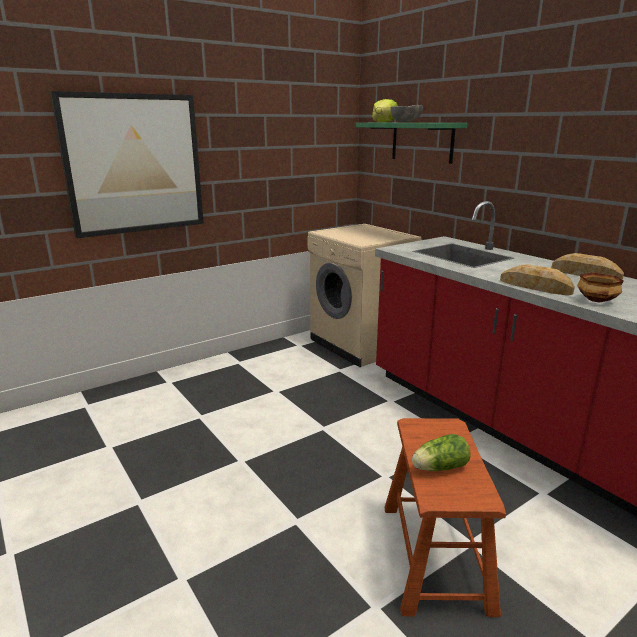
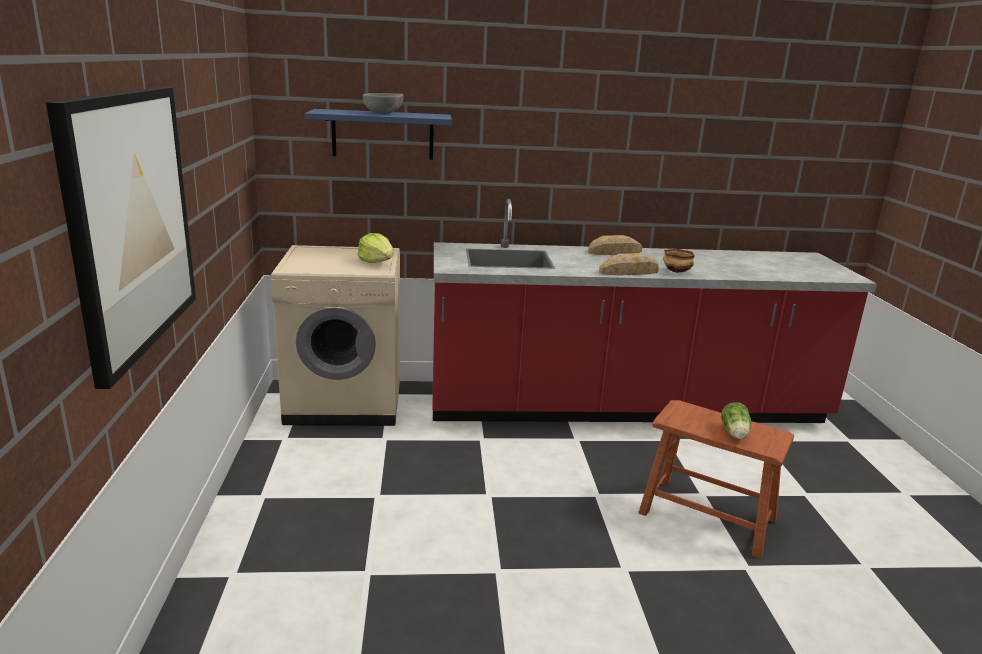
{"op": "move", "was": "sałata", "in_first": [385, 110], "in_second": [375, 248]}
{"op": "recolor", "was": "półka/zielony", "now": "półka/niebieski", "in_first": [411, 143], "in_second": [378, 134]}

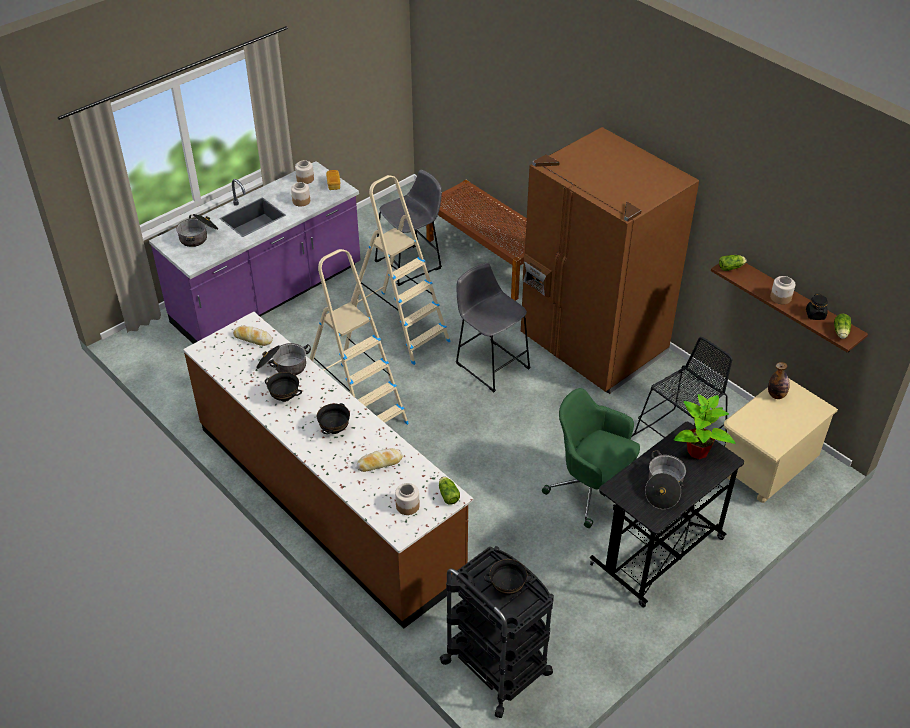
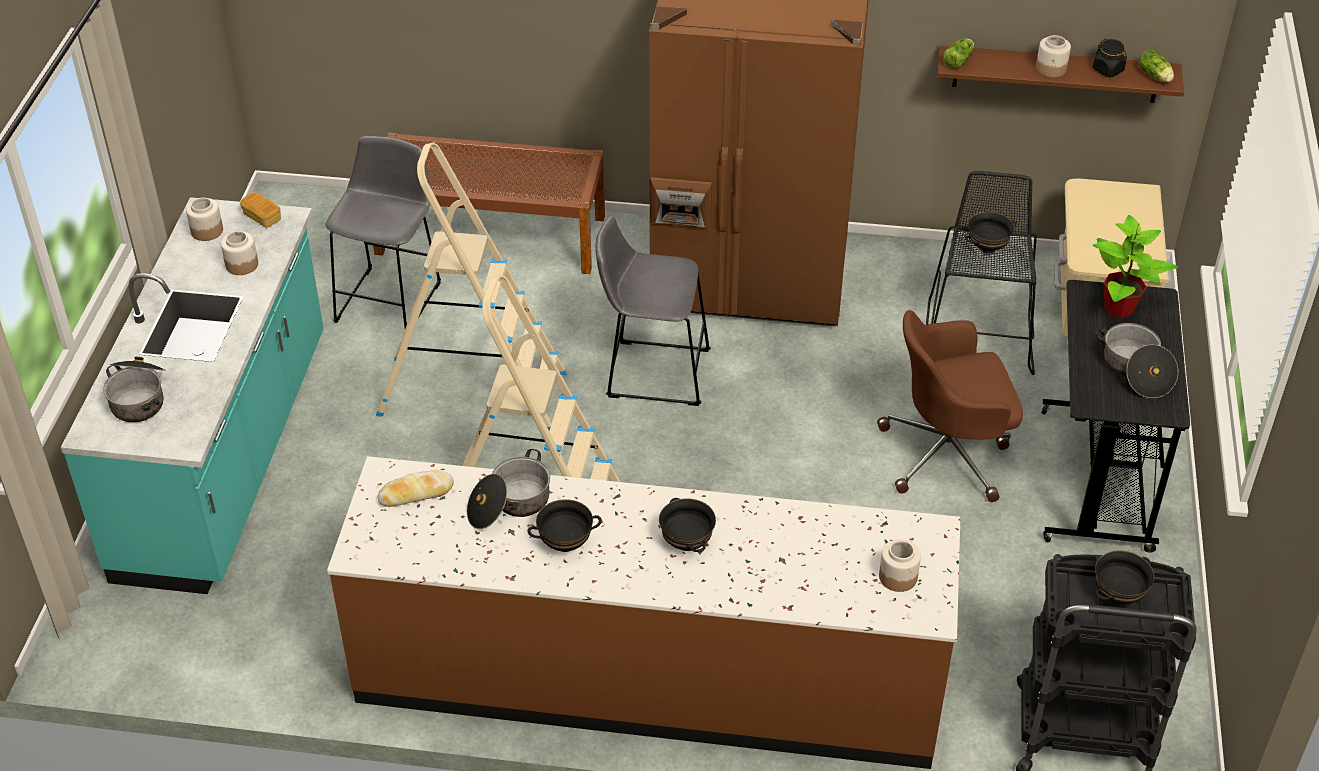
{"op": "delete", "was": "chleb", "in_first": [379, 460]}
{"op": "delete", "was": "sałata", "in_first": [449, 491]}
{"op": "delete", "was": "butelka", "in_first": [779, 380]}
{"op": "insert", "now": "miska/czarny", "in_second": [990, 232]}
{"op": "recolor", "was": "zabudowa kuchenna/fioletowy", "now": "zabudowa kuchenna/turkusowy", "in_first": [255, 252], "in_second": [192, 395]}
{"op": "recolor", "was": "krzesło biurowe/zielony", "now": "krzesło biurowe/brązowy", "in_first": [591, 458], "in_second": [950, 406]}

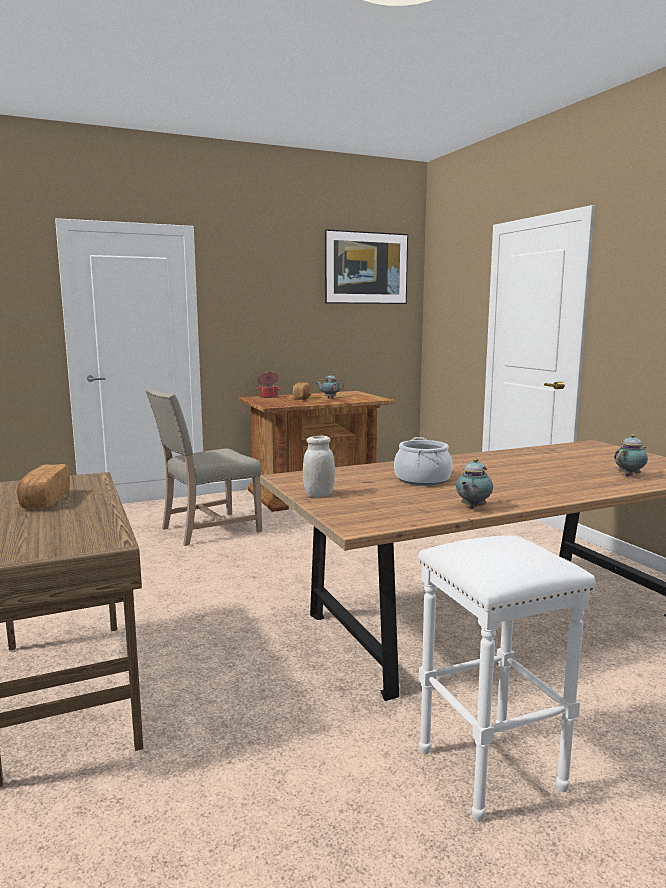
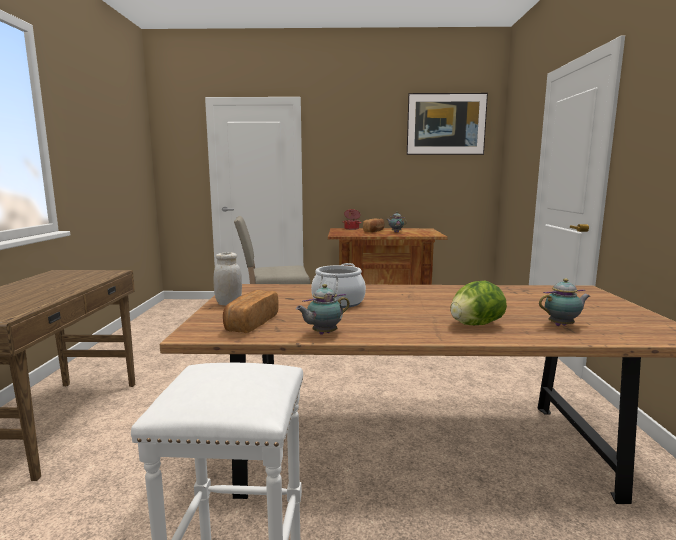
{"op": "insert", "now": "sałata", "in_second": [478, 303]}
{"op": "move", "was": "chleb", "in_first": [43, 486], "in_second": [251, 311]}

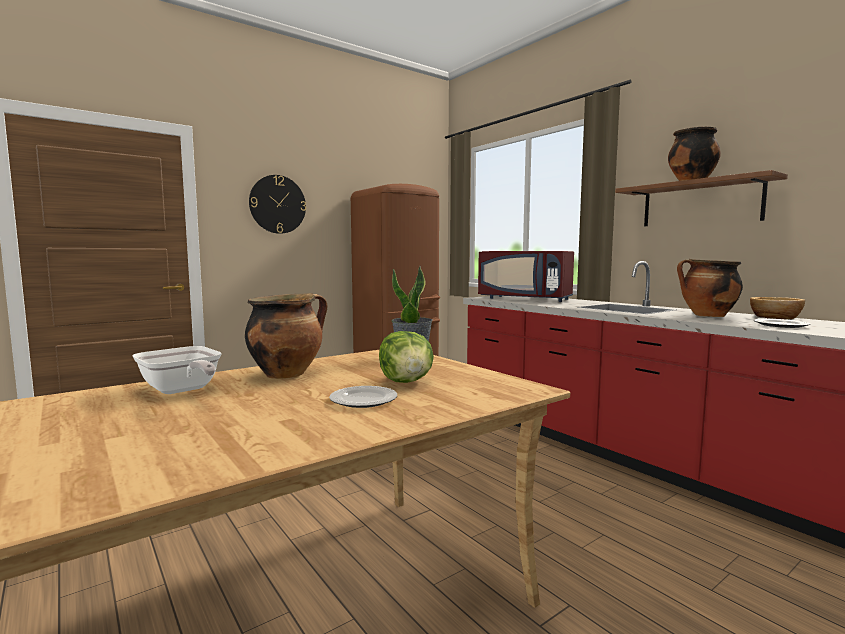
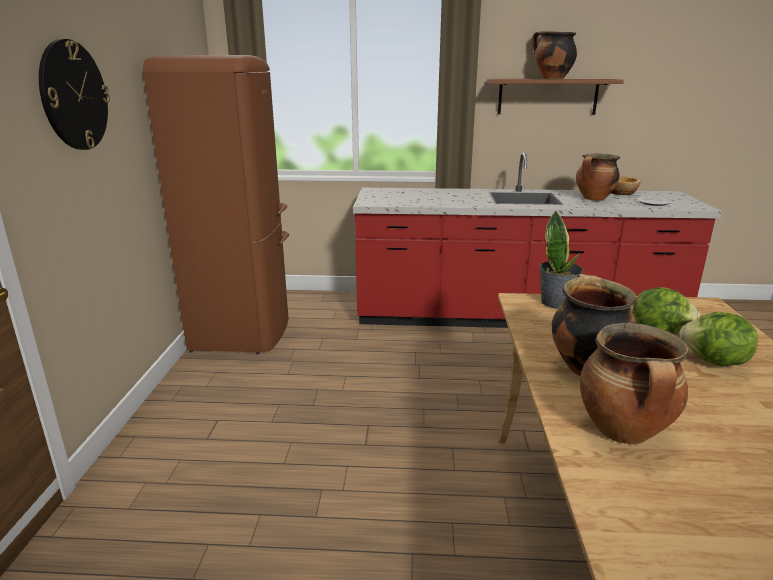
{"op": "delete", "was": "mikrofalówka/czerwony", "in_first": [526, 276]}
{"op": "replace", "was": "patelnia", "now": "garnek", "in_first": [177, 370], "in_second": [634, 383]}
{"op": "replace", "was": "talerz", "now": "sałata", "in_first": [363, 397], "in_second": [719, 339]}

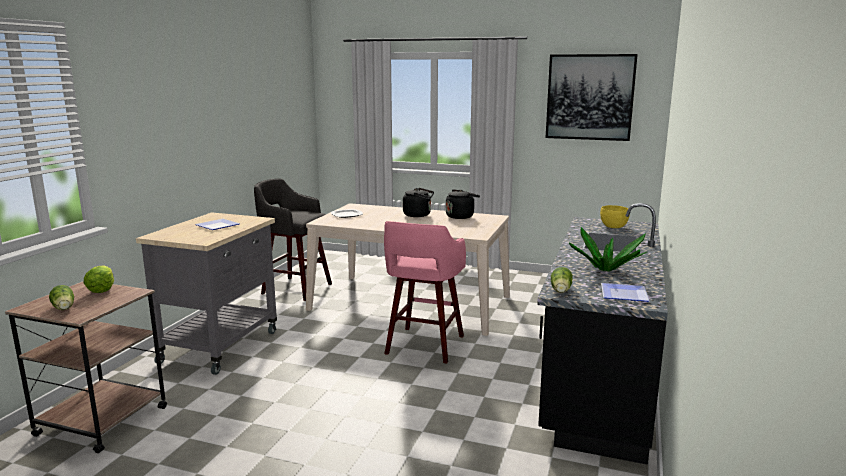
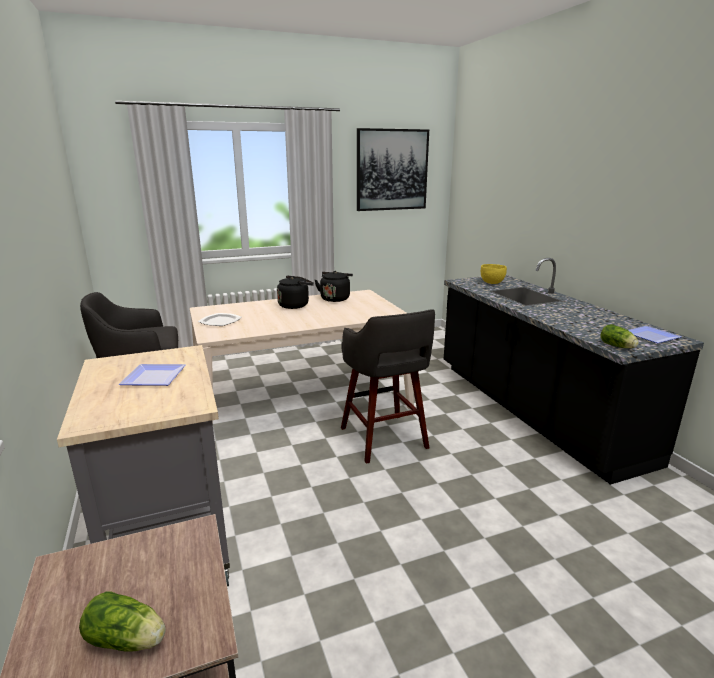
{"op": "delete", "was": "sałata", "in_first": [99, 279]}
{"op": "delete", "was": "roślina doniczkowa", "in_first": [608, 249]}
{"op": "recolor", "was": "stołek/różowy", "now": "stołek/szary", "in_first": [425, 292], "in_second": [388, 386]}

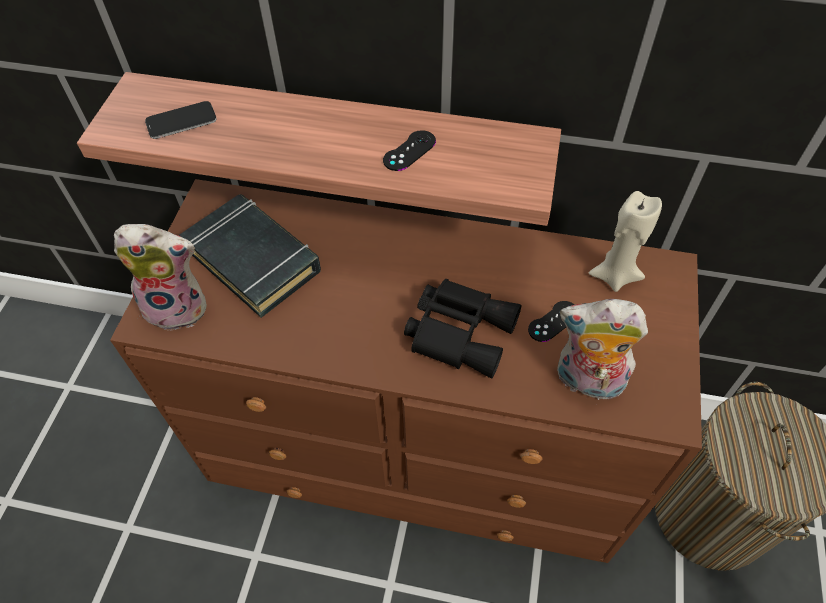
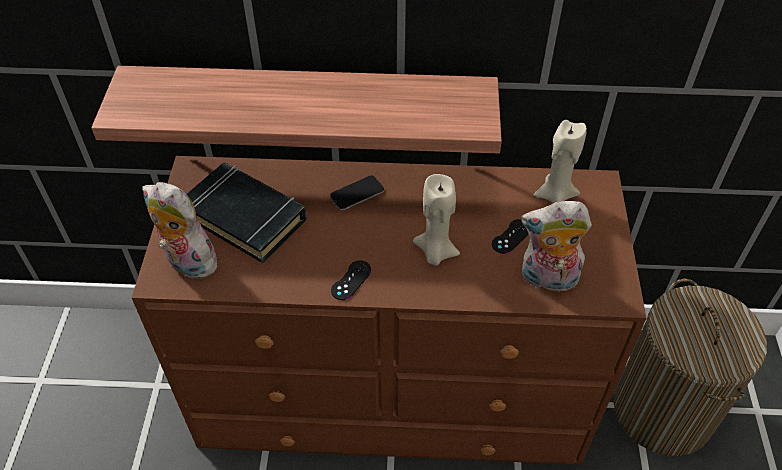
{"op": "move", "was": "telefon", "in_first": [181, 120], "in_second": [357, 192]}
{"op": "move", "was": "pad do gier/czarny", "in_first": [409, 150], "in_second": [351, 280]}
{"op": "replace", "was": "lornetka/czarny", "now": "świeca/beżowy", "in_first": [463, 328], "in_second": [436, 220]}
{"op": "rotate", "was": "pluszak", "in_first": [160, 277], "in_second": [183, 230], "clockwise": -135}

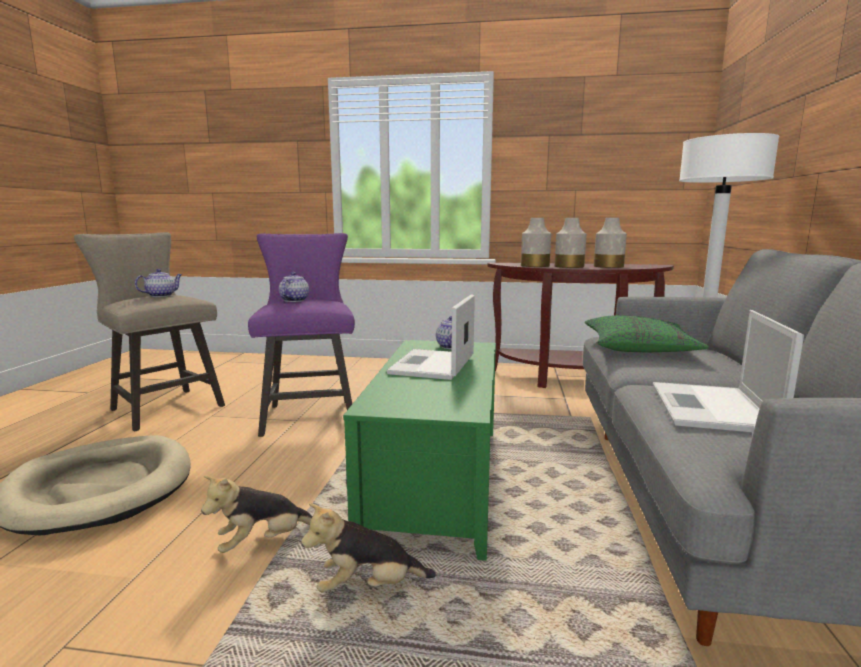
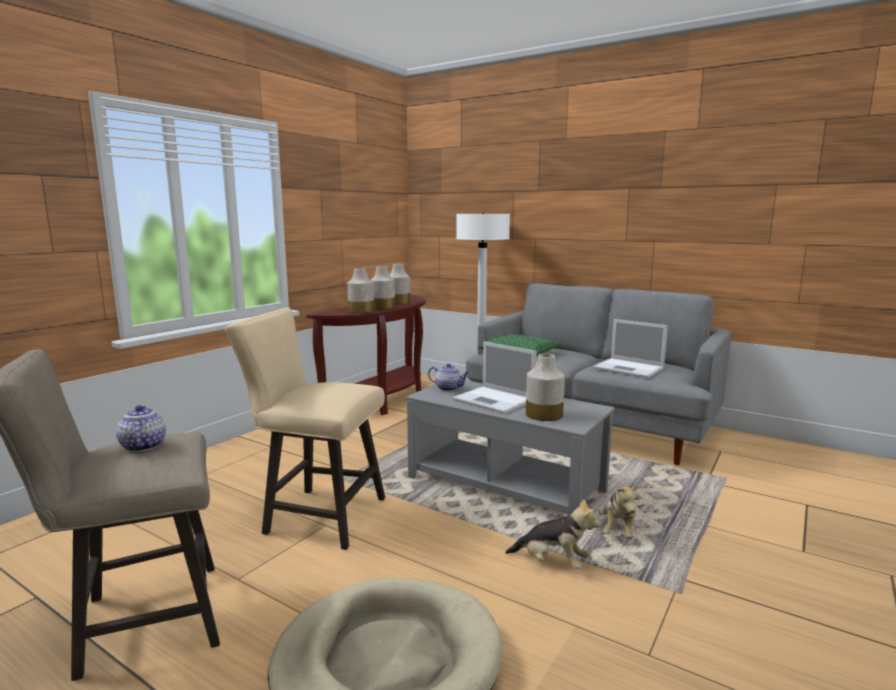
{"op": "delete", "was": "imbryk", "in_first": [294, 287]}
{"op": "insert", "now": "wazon/beżowy", "in_second": [545, 387]}
{"op": "recolor", "was": "stołek/fioletowy", "now": "stołek/beżowy", "in_first": [301, 335], "in_second": [305, 429]}
{"op": "recolor", "was": "ława/zielony", "now": "ława/szary", "in_first": [419, 450], "in_second": [510, 448]}
{"op": "rotate", "was": "pluszak", "in_first": [257, 514], "in_second": [553, 533], "clockwise": -60}

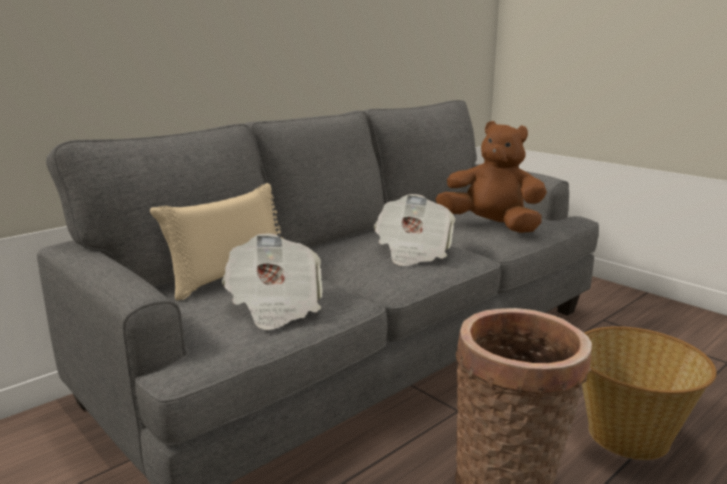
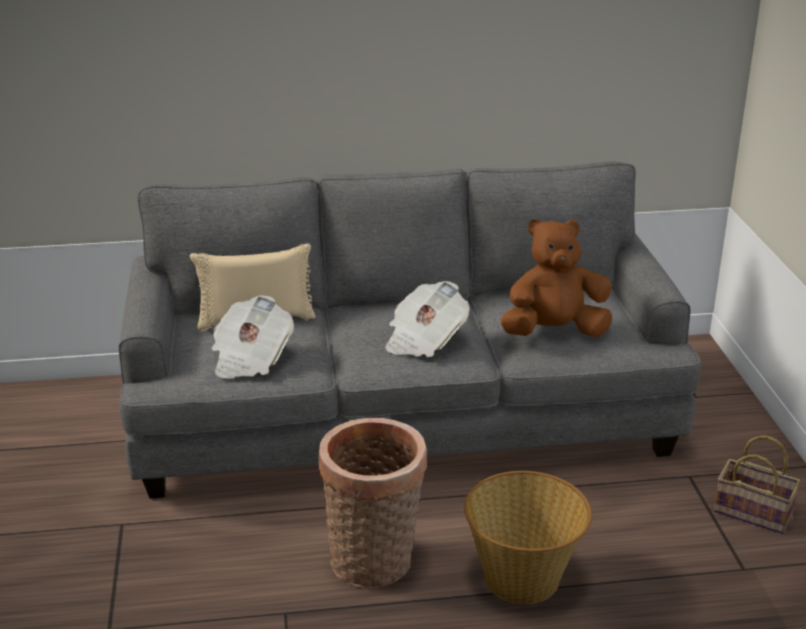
{"op": "insert", "now": "koszyk", "in_second": [757, 484]}
{"op": "rotate", "was": "pluszak/brązowy", "in_first": [491, 177], "in_second": [556, 277], "clockwise": -75}

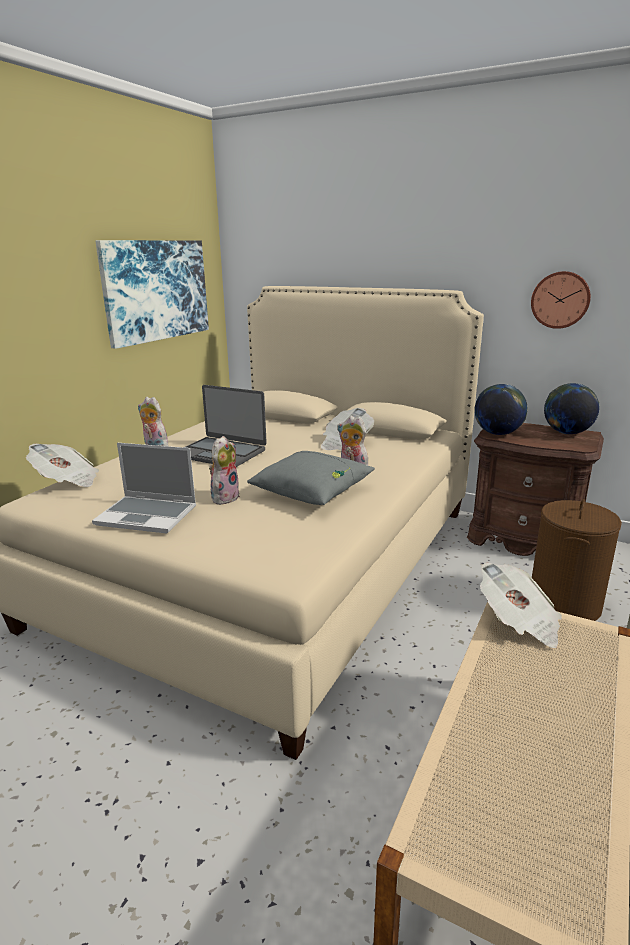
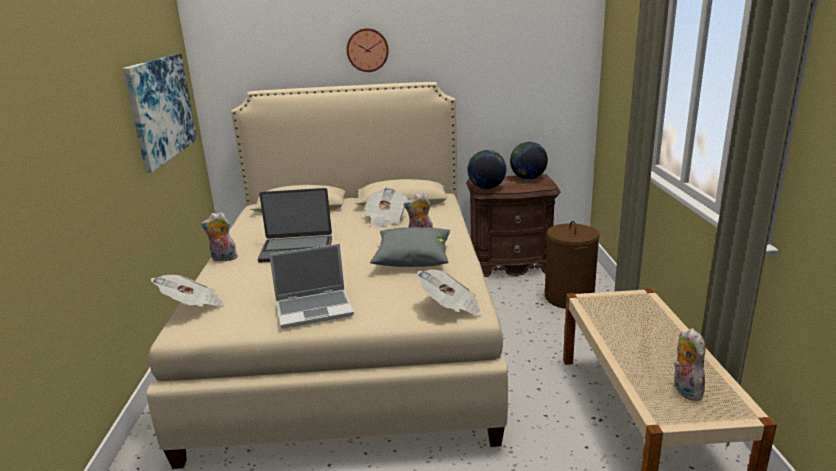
{"op": "move", "was": "pluszak", "in_first": [224, 470], "in_second": [689, 364]}
{"op": "move", "was": "gazeta", "in_first": [521, 605], "in_second": [449, 292]}
{"op": "move", "was": "zegar ścienny", "in_first": [561, 300], "in_second": [368, 50]}

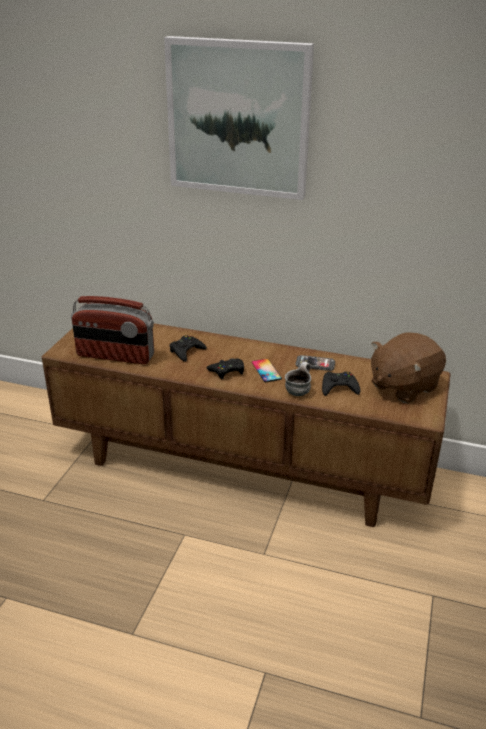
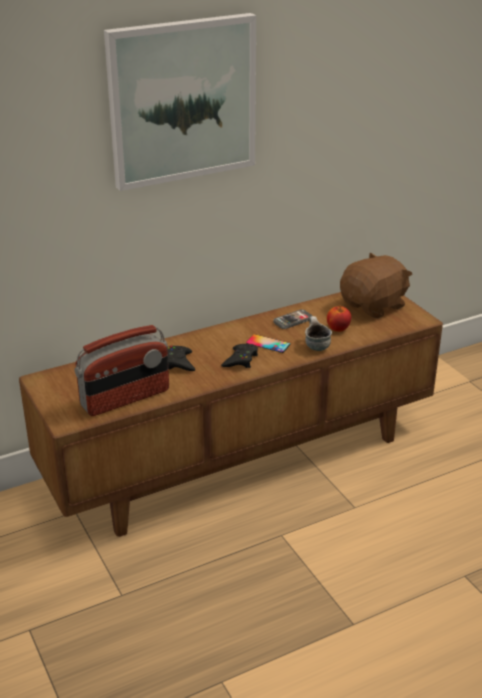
{"op": "replace", "was": "pad do gier/czarny", "now": "jabłko", "in_first": [341, 384], "in_second": [339, 318]}
{"op": "rotate", "was": "pluszak/brązowy", "in_first": [408, 367], "in_second": [376, 285], "clockwise": -135}

